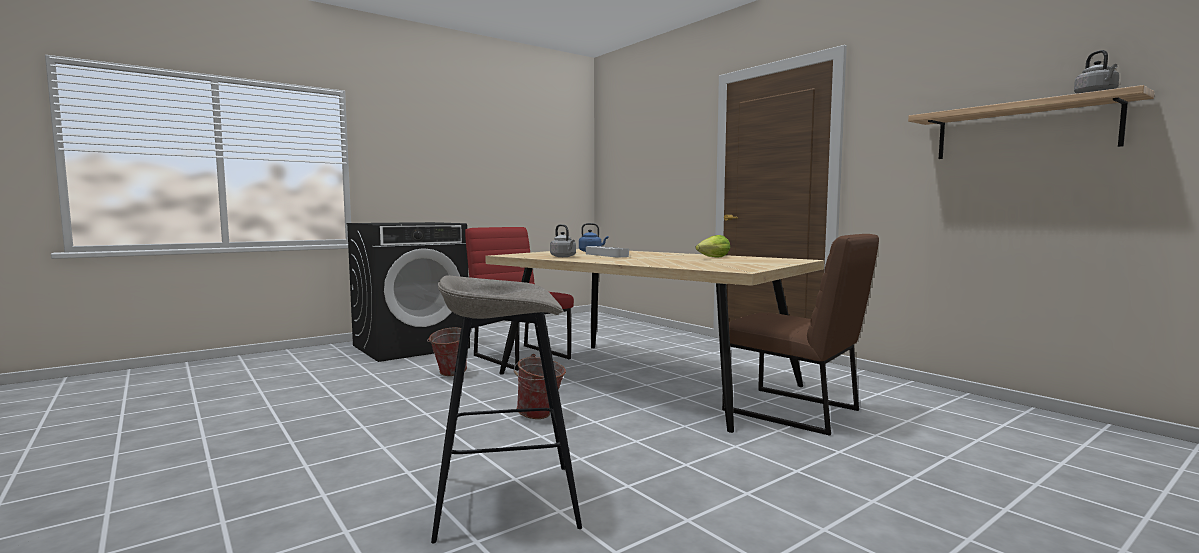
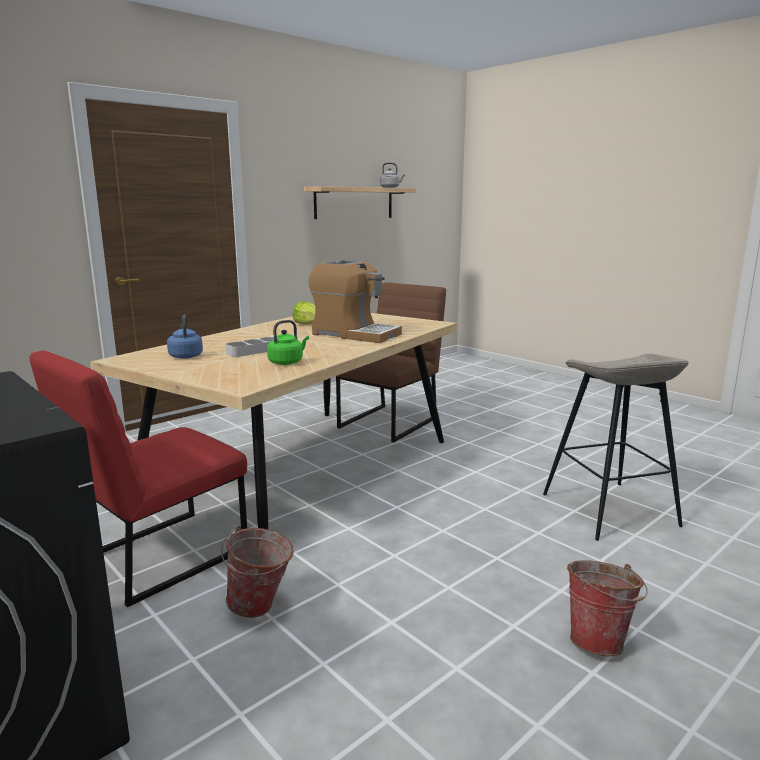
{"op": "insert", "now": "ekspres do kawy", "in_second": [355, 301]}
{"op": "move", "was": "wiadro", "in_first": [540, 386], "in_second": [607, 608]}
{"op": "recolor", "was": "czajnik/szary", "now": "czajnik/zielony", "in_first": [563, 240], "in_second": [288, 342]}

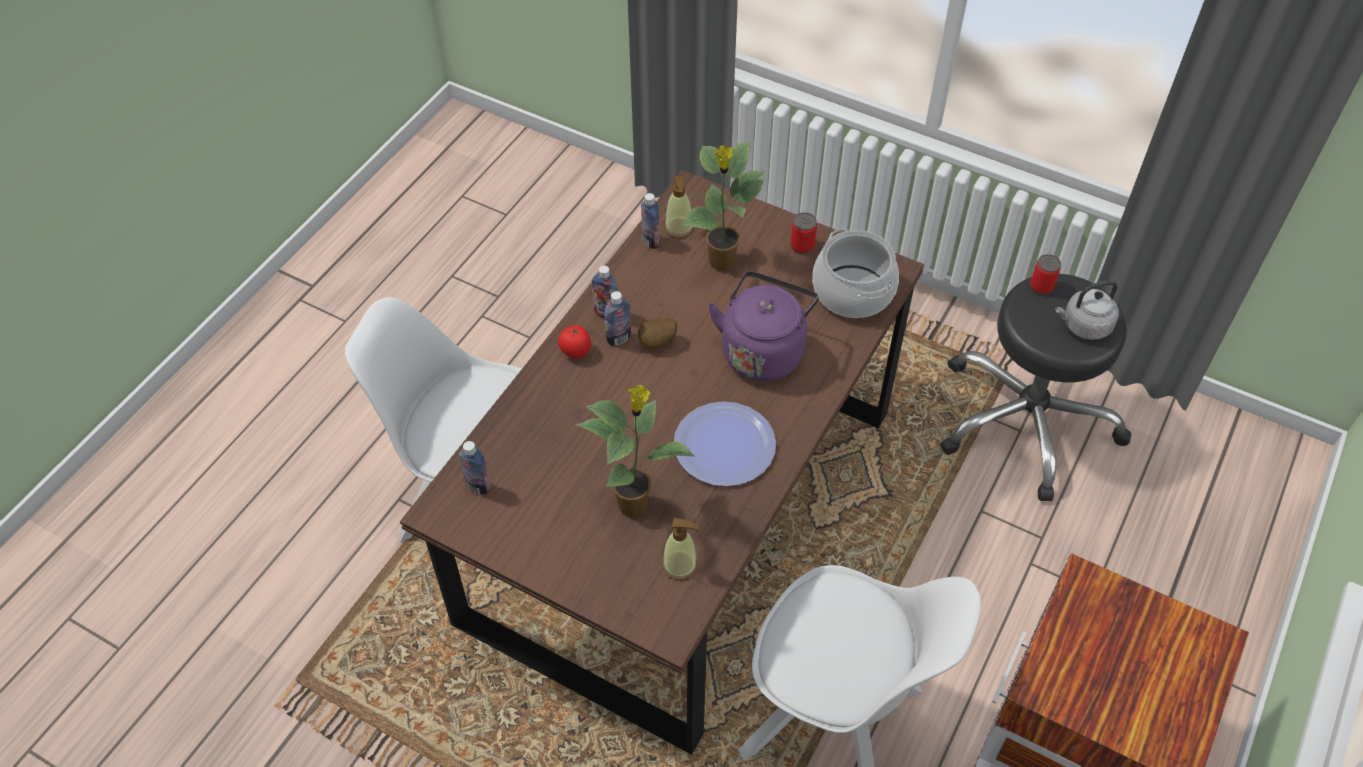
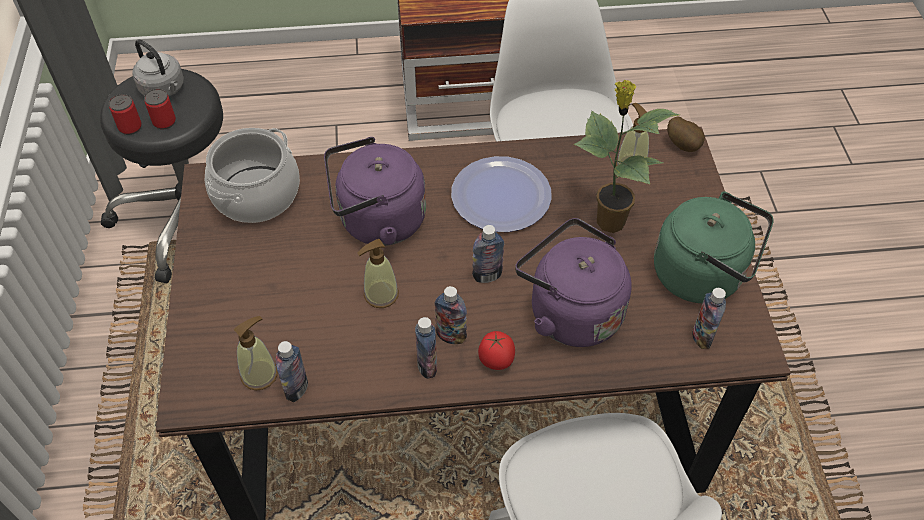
{"op": "delete", "was": "roślina doniczkowa", "in_first": [723, 205]}
{"op": "insert", "now": "dozownik mydła", "in_second": [378, 273]}
{"op": "insert", "now": "butelka", "in_second": [488, 254]}
{"op": "insert", "now": "czajnik/fioletowy", "in_second": [573, 282]}
{"op": "insert", "now": "czajnik/zielony", "in_second": [714, 247]}
{"op": "move", "was": "ziemniak", "in_first": [657, 333], "in_second": [686, 134]}
{"op": "move", "was": "puszka", "in_first": [803, 233], "in_second": [160, 109]}

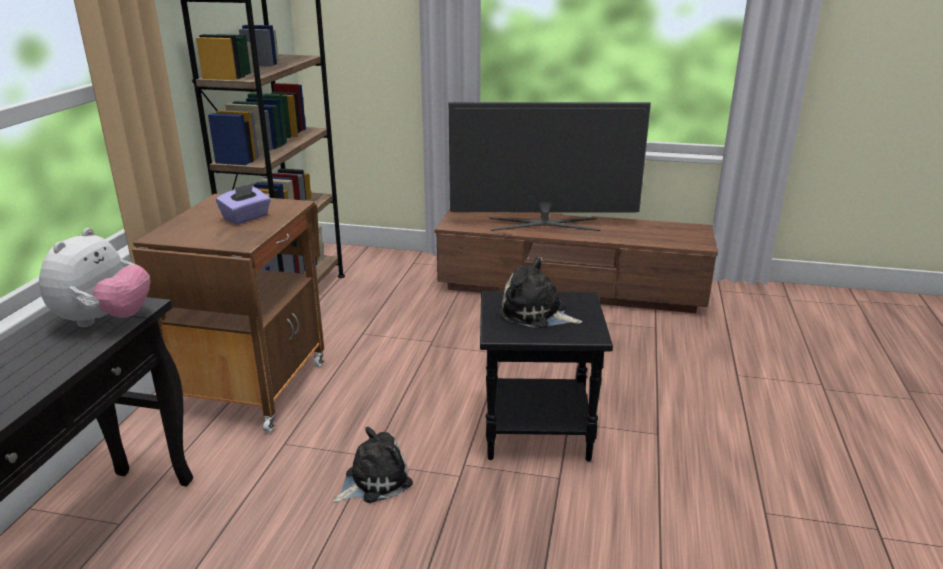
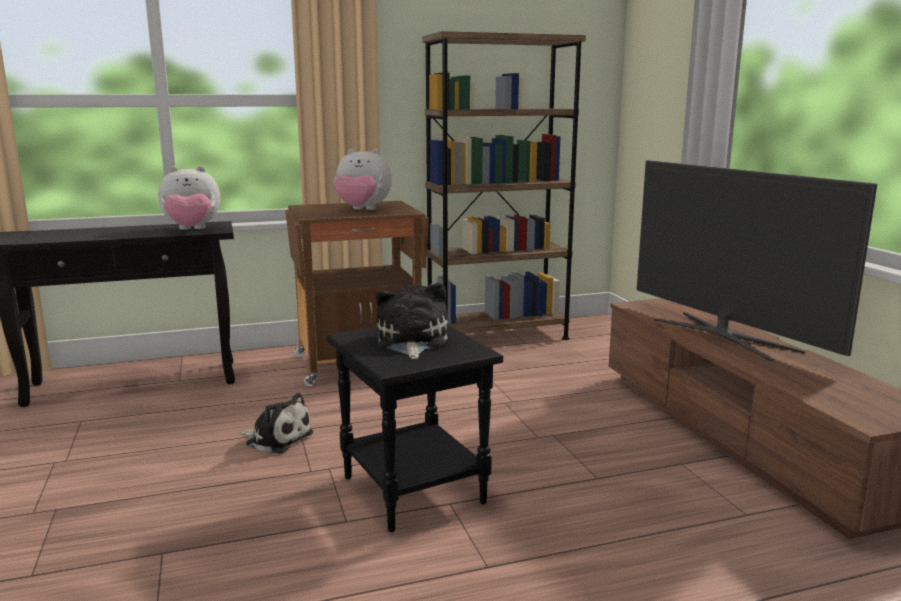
{"op": "replace", "was": "pudełko chusteczek/fioletowy", "now": "pluszak", "in_first": [243, 204], "in_second": [363, 179]}

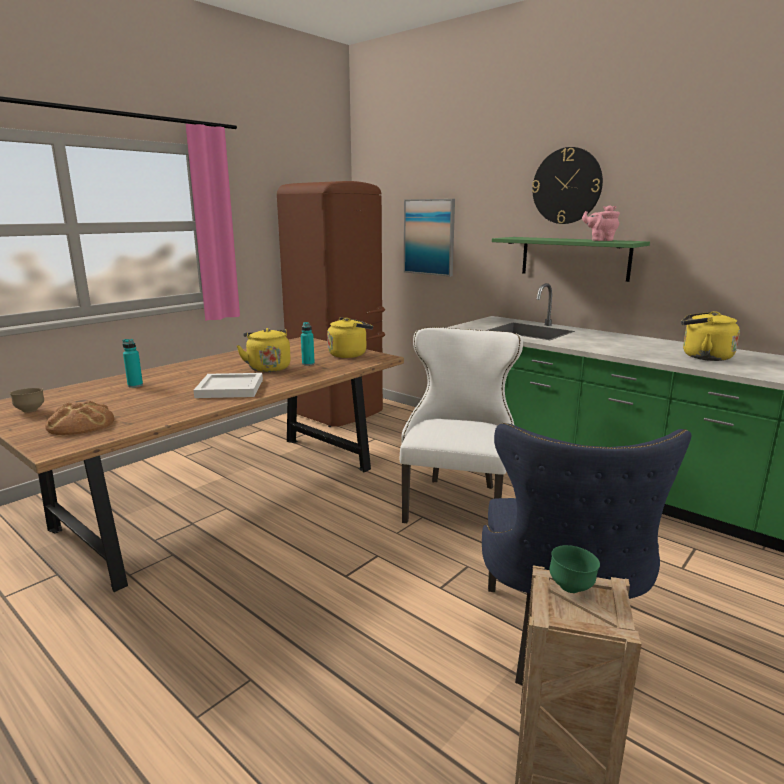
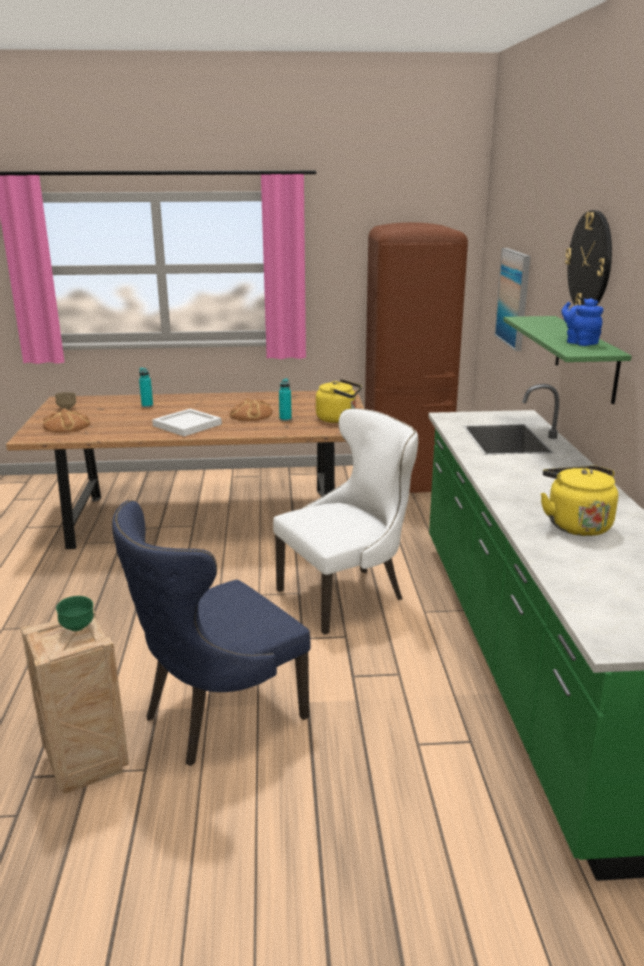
{"op": "replace", "was": "czajnik/żółty", "now": "chleb", "in_first": [264, 350], "in_second": [251, 409]}
{"op": "recolor", "was": "imbryk/różowy", "now": "imbryk/niebieski", "in_first": [601, 223], "in_second": [582, 322]}

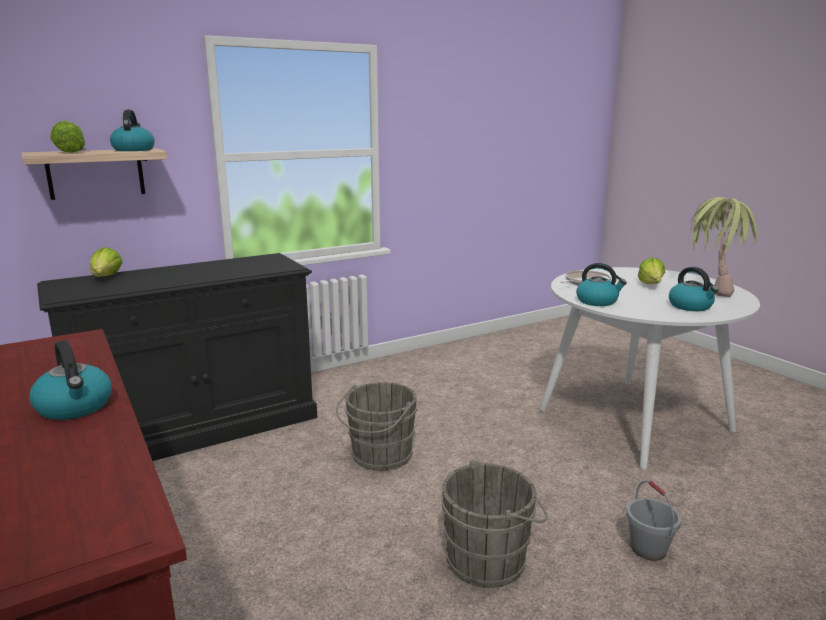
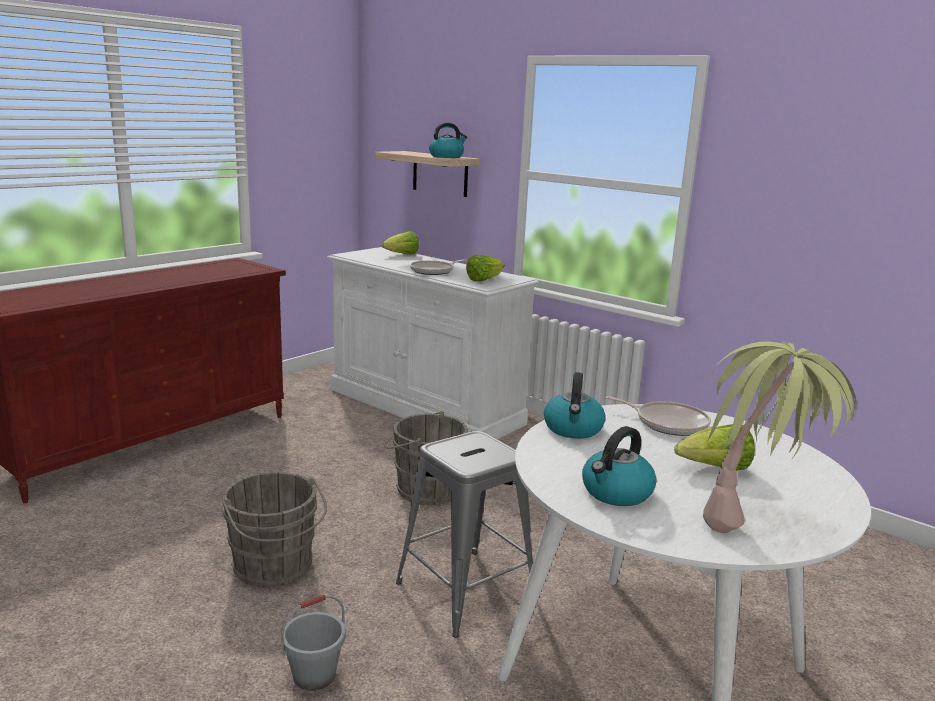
{"op": "delete", "was": "czajnik", "in_first": [70, 380]}
{"op": "insert", "now": "stołek/szary", "in_second": [464, 534]}
{"op": "insert", "now": "patelnia", "in_second": [438, 267]}
{"op": "move", "was": "sałata", "in_first": [68, 137], "in_second": [485, 268]}
{"op": "recolor", "was": "szafka/czarny", "now": "szafka/biały", "in_first": [177, 357], "in_second": [433, 343]}

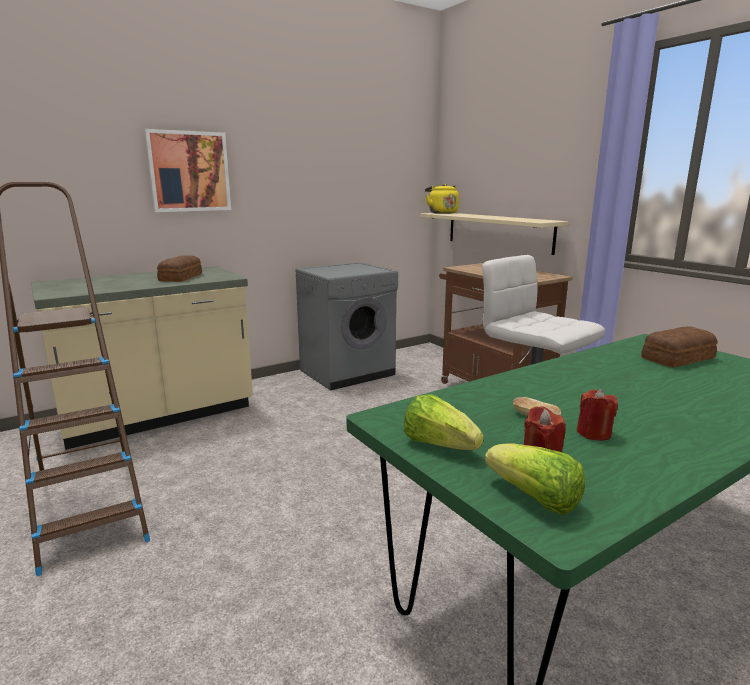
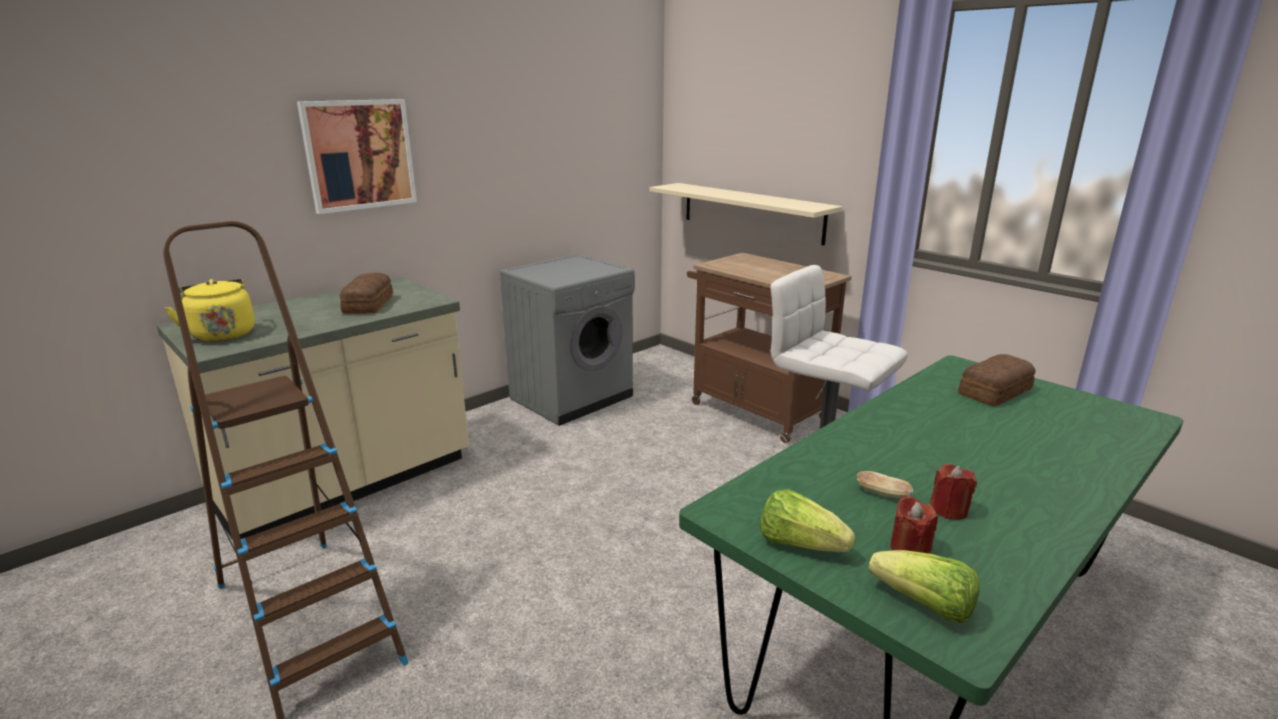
{"op": "move", "was": "czajnik/żółty", "in_first": [442, 199], "in_second": [210, 310]}

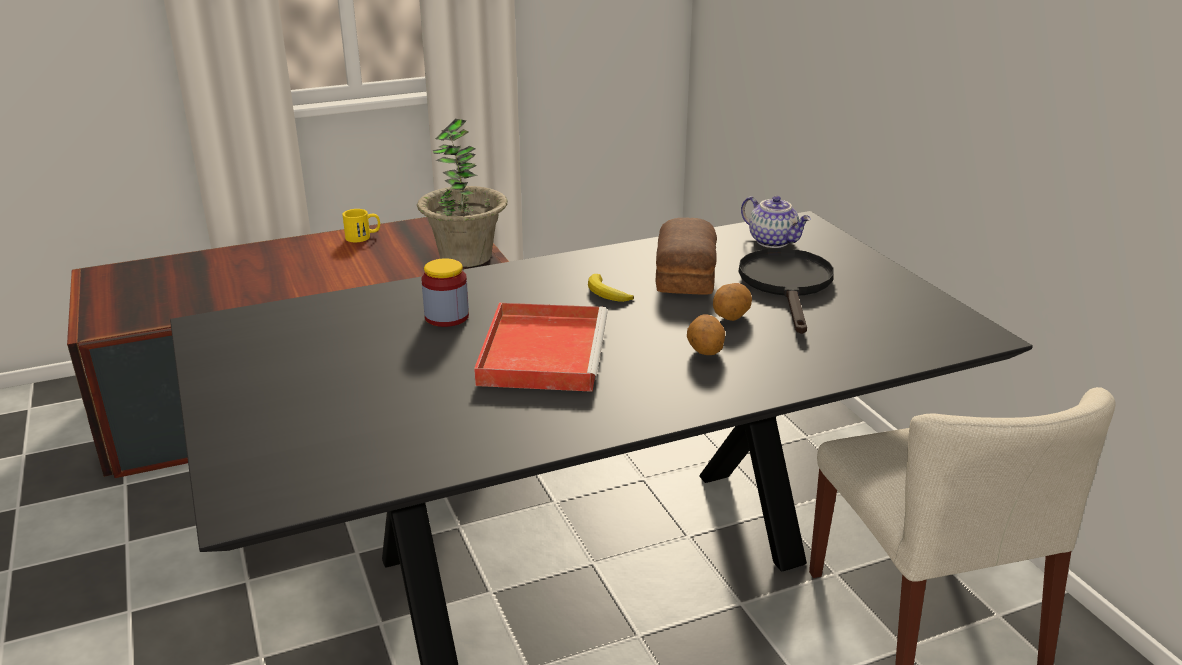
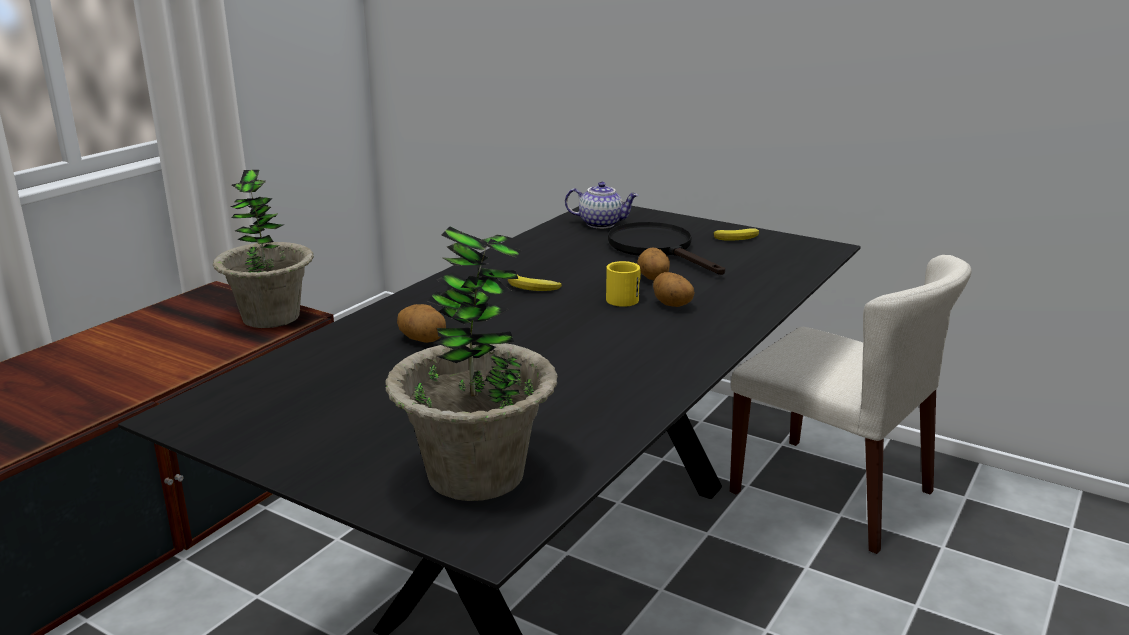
{"op": "delete", "was": "taca/czerwony", "in_first": [541, 347]}
{"op": "delete", "was": "chleb", "in_first": [686, 256]}
{"op": "insert", "now": "roślina doniczkowa", "in_second": [471, 364]}
{"op": "insert", "now": "banan", "in_second": [736, 234]}
{"op": "move", "was": "kubek/żółty", "in_first": [361, 225], "in_second": [623, 284]}
{"op": "replace", "was": "słoik", "now": "ziemniak", "in_first": [445, 292], "in_second": [421, 323]}

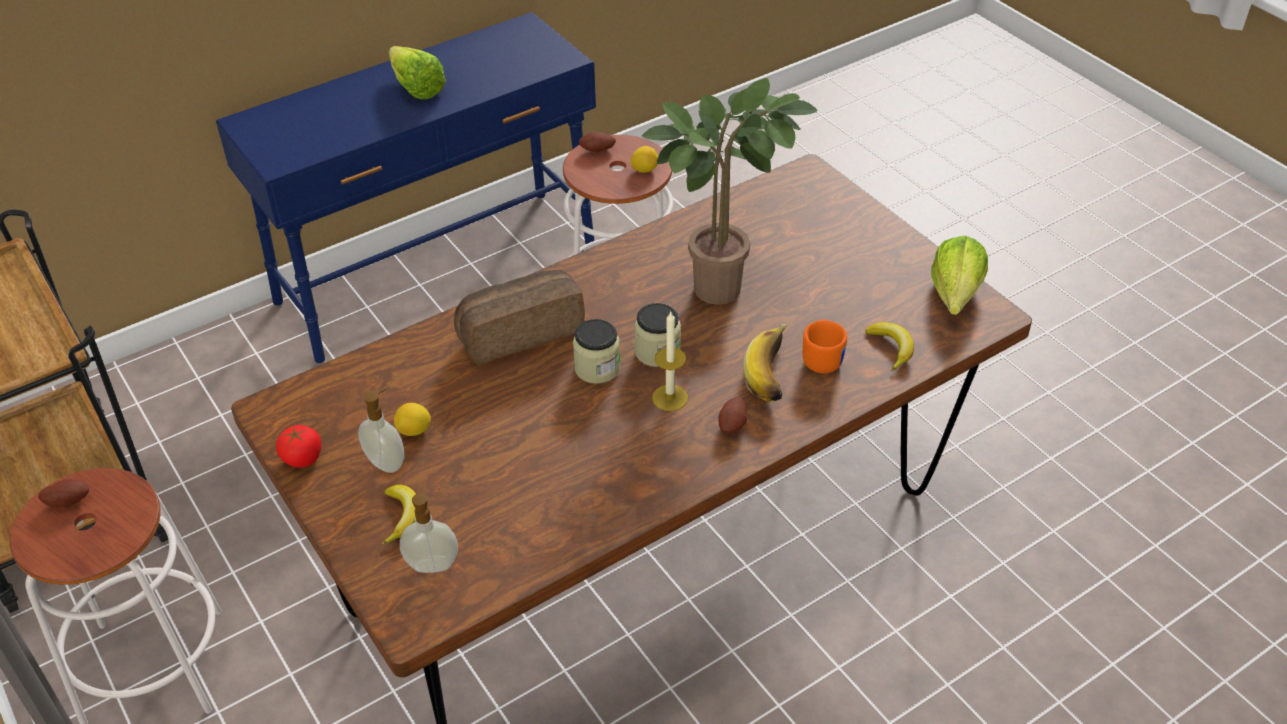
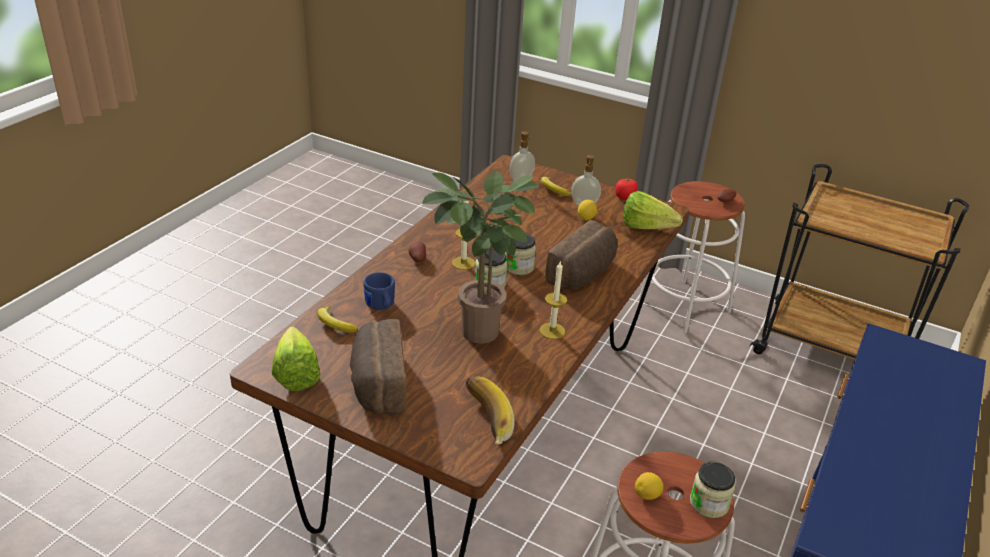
{"op": "insert", "now": "chleb", "in_second": [378, 367]}
{"op": "insert", "now": "świeca", "in_second": [553, 300]}
{"op": "move", "was": "sałata", "in_first": [417, 72], "in_second": [653, 210]}
{"op": "move", "was": "banan", "in_first": [765, 363], "in_second": [490, 410]}
{"op": "replace", "was": "ziemniak", "now": "słoik", "in_first": [597, 142], "in_second": [712, 490]}
{"op": "recolor", "was": "kubek/pomarańczowy", "now": "kubek/niebieski", "in_first": [825, 346], "in_second": [379, 291]}

